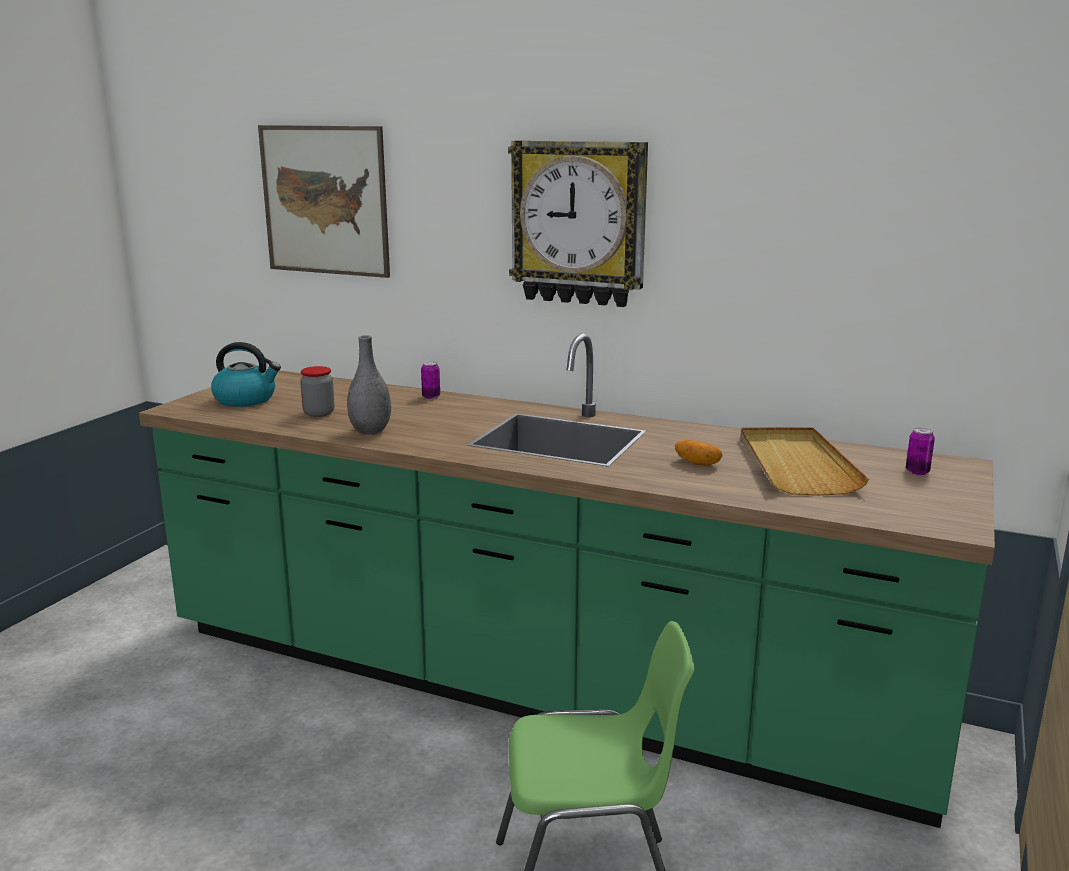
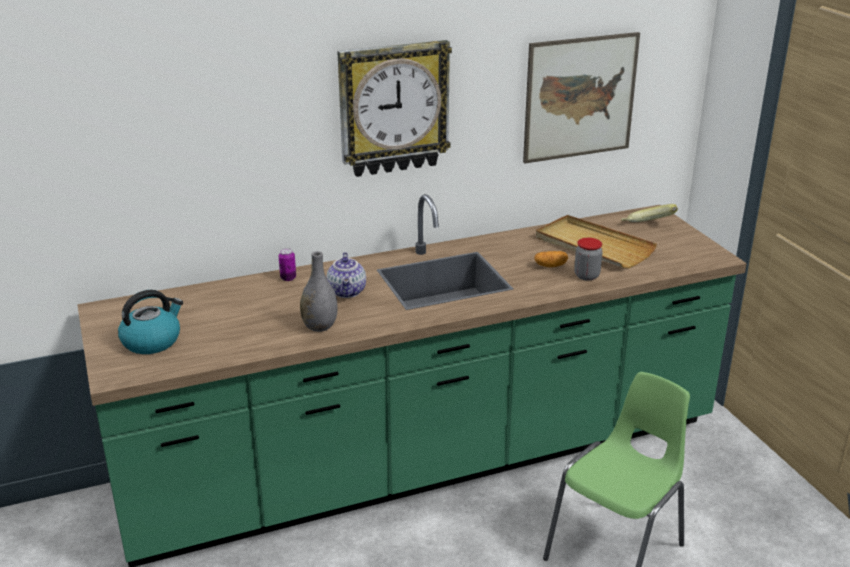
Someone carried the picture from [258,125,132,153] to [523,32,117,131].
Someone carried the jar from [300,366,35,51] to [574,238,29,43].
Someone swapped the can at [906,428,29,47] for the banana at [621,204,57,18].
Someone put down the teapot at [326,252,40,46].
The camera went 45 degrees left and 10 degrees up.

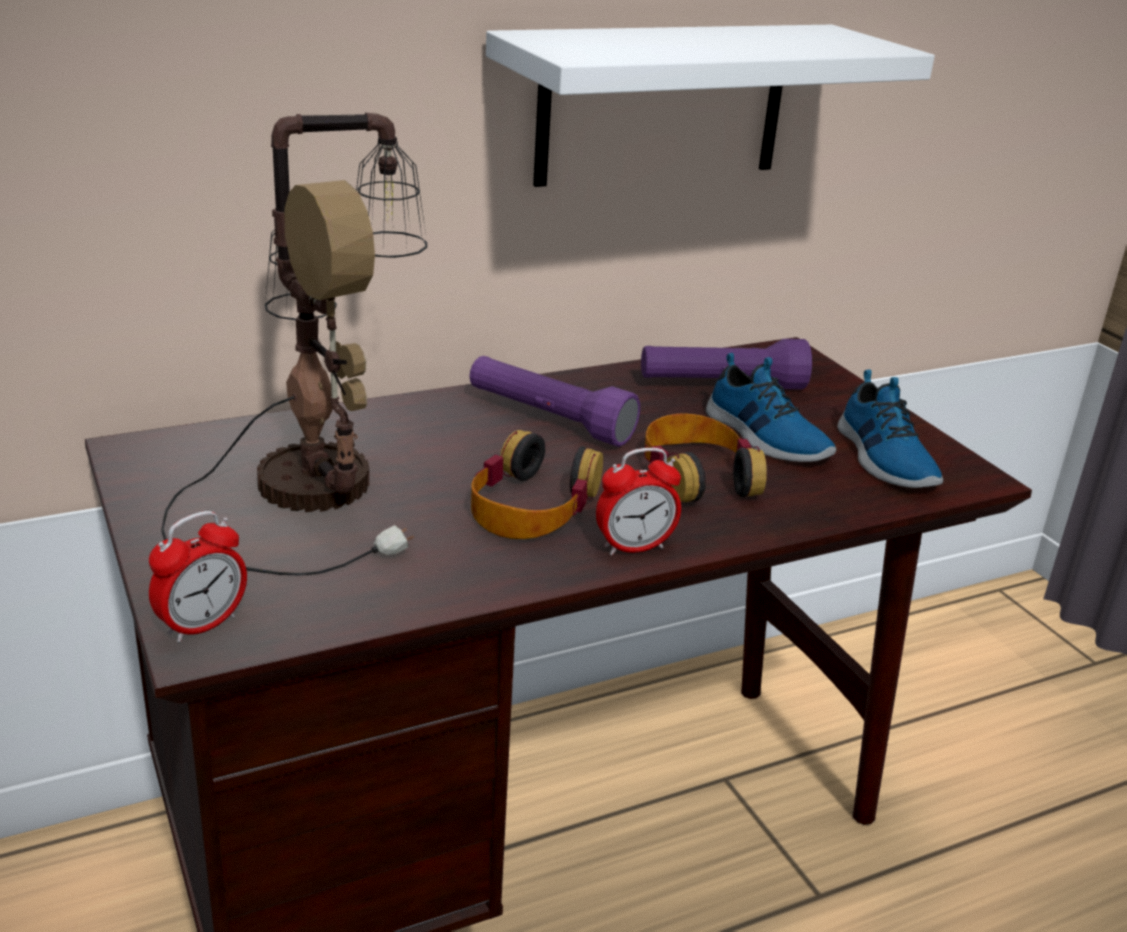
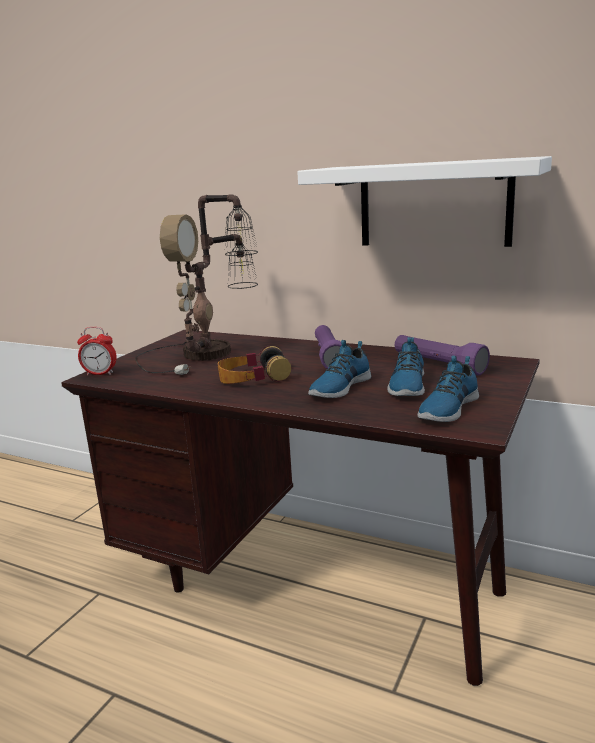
Someone took away the alarm clock at [596,448,85,108].
Someone swapped the headphones at [644,414,123,88] for the shoe at [308,340,63,58].
The camera went 55 degrees right and 10 degrees down.

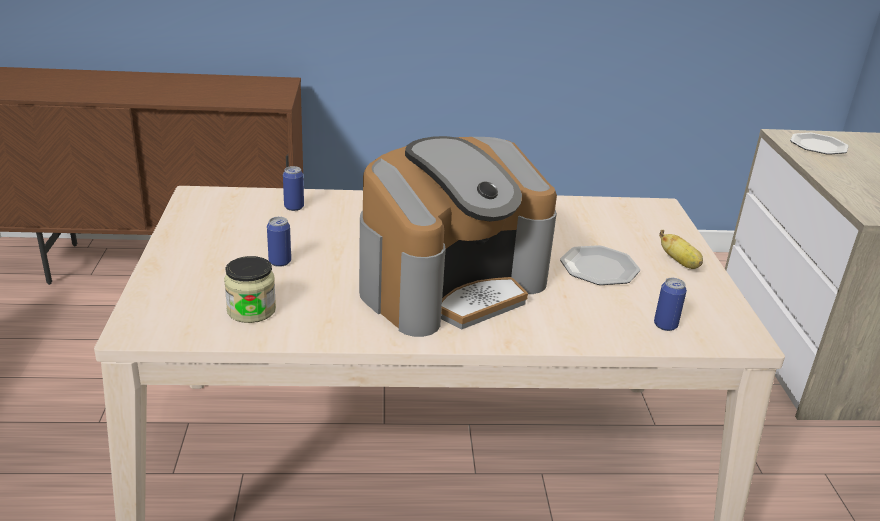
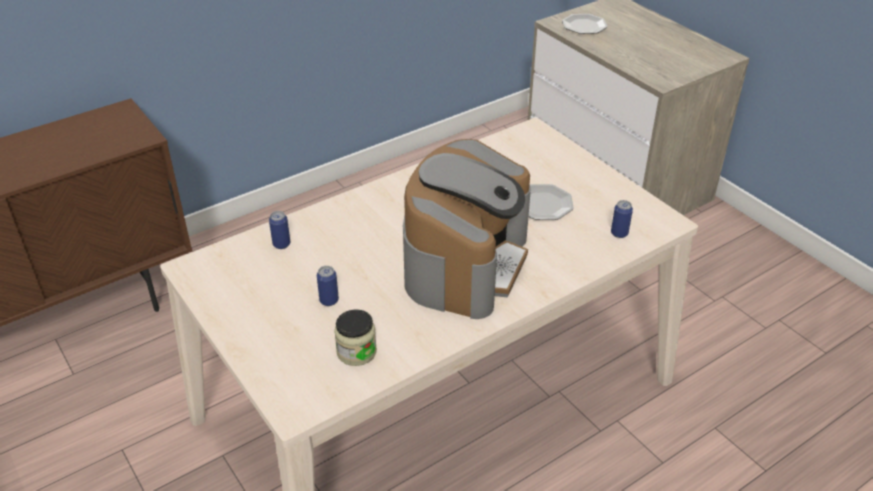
Someone took away the banana at [659,230,44,39].
The camera went 30 degrees left and 10 degrees up.

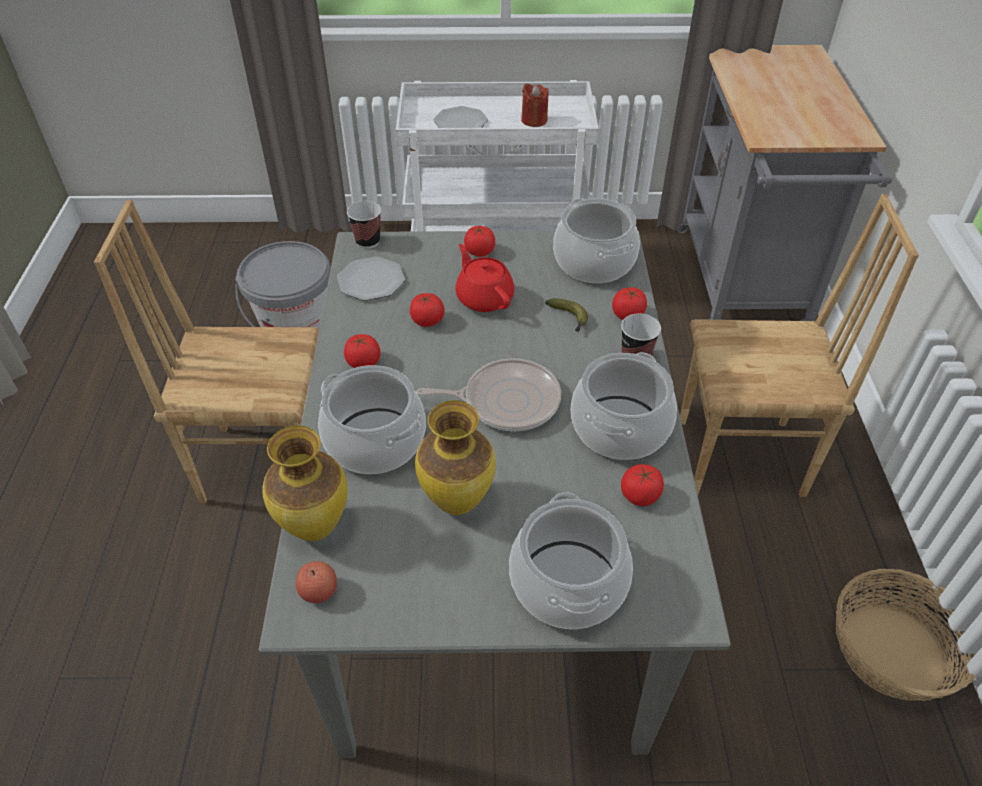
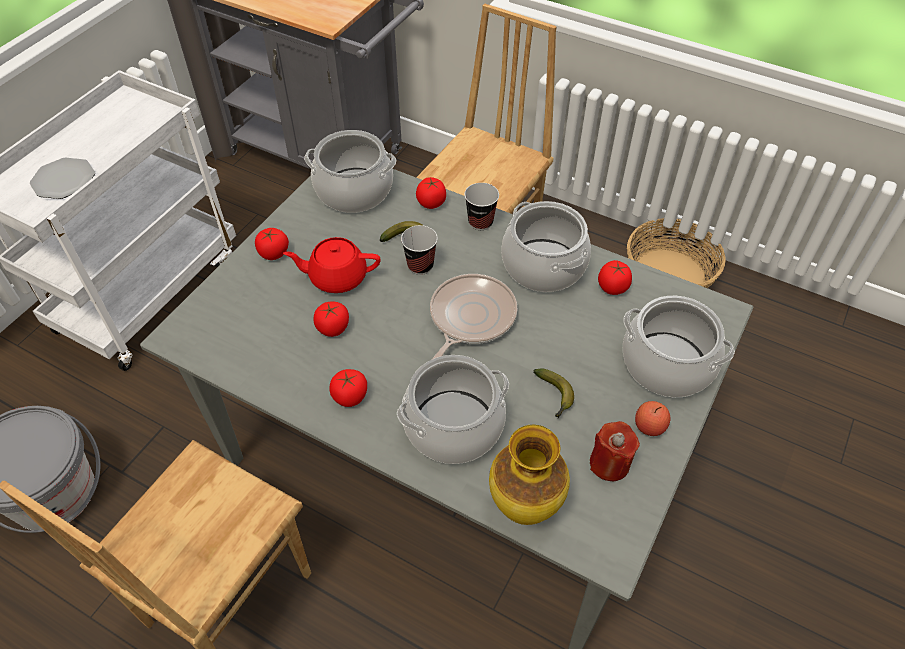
Someone carried the apple from [296,561,41,42] to [635,401,35,35].
Someone took away the plate at [337,257,68,44].
Someone carried the cup from [347,201,34,48] to [401,225,37,50].
Someone swapped the vase at [415,400,81,115] for the banana at [534,369,40,49].
Someone carried the red candle from [521,83,28,44] to [590,421,50,60].
The camera went 60 degrees left and 5 degrees up.

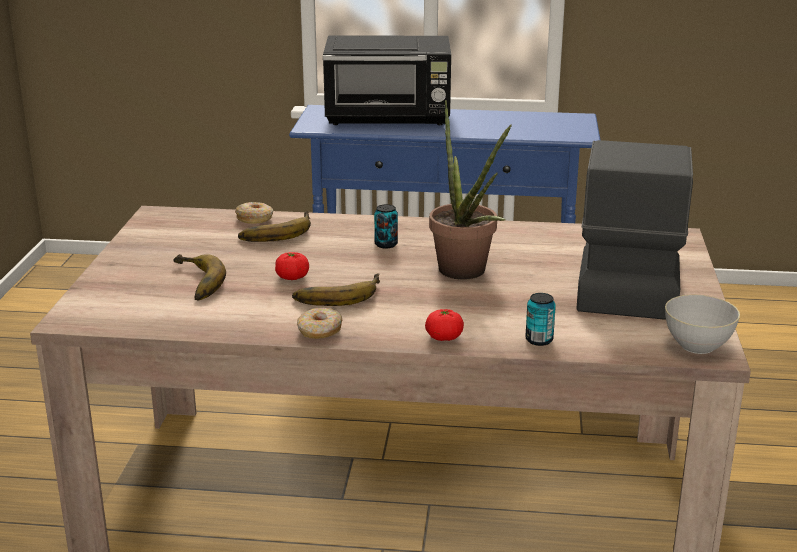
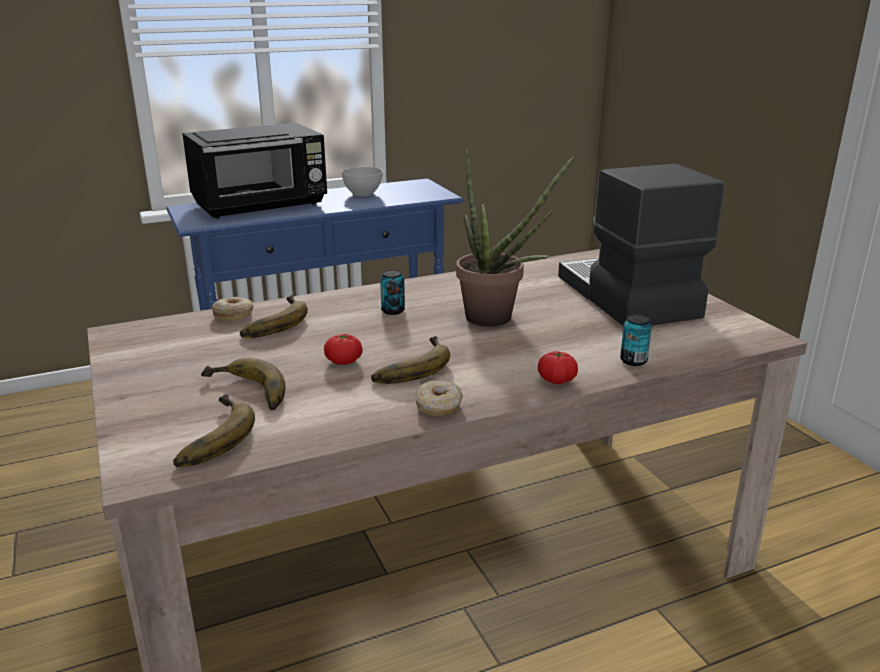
Someone carried the grey bowl from [665,295,75,59] to [341,167,42,30].
Someone put down the banana at [173,394,82,73].
The camera went 30 degrees left and 0 degrees up.

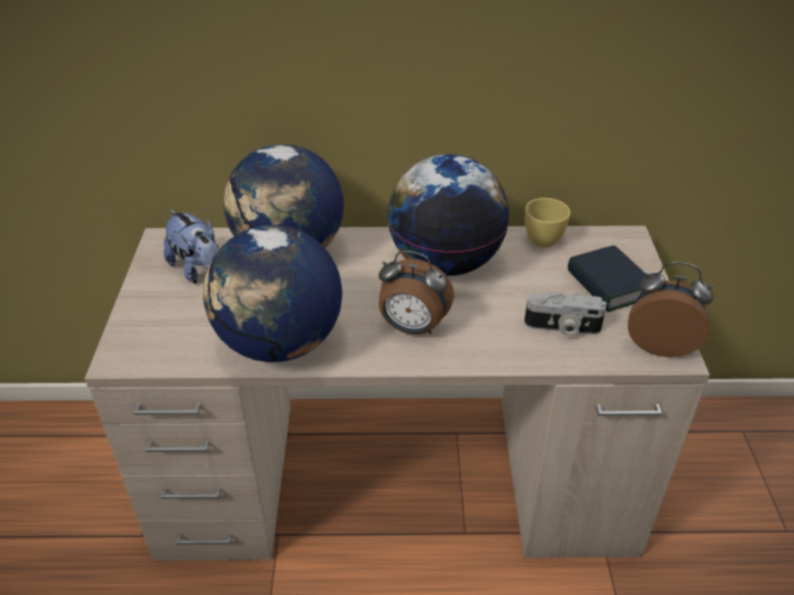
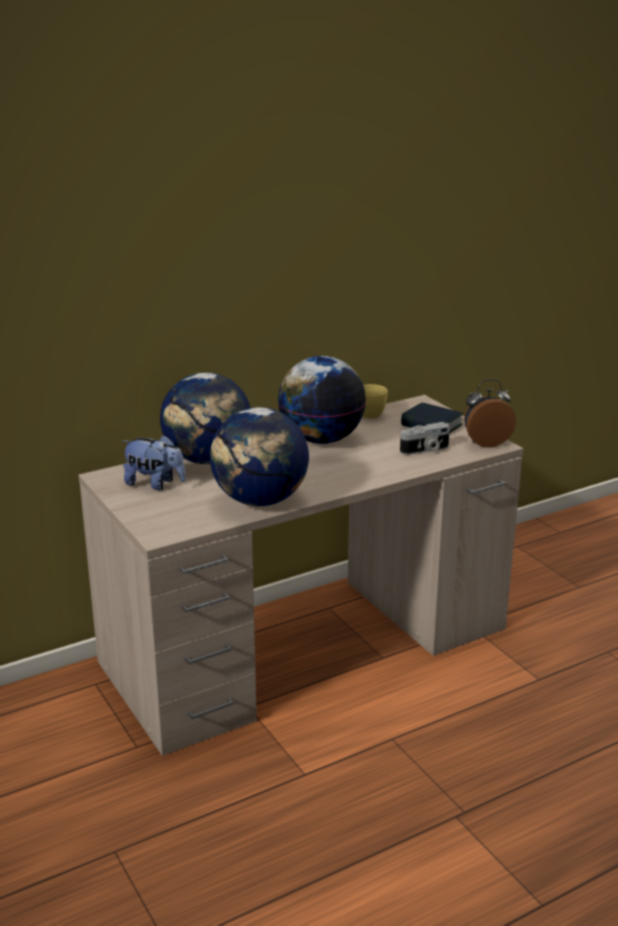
Someone took away the alarm clock at [378,250,76,85].
The camera went 30 degrees left and 15 degrees down.

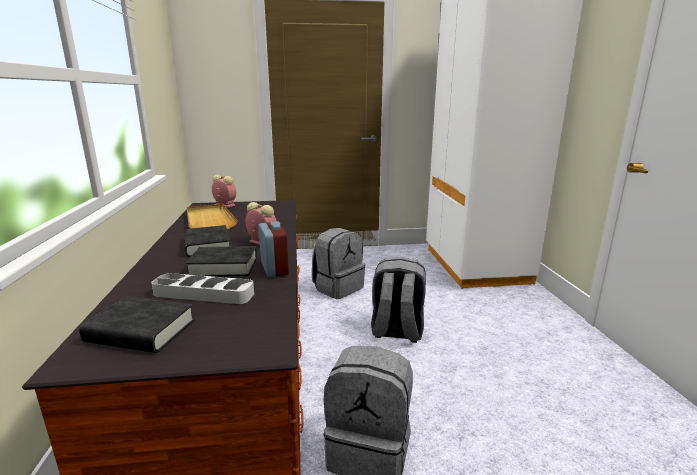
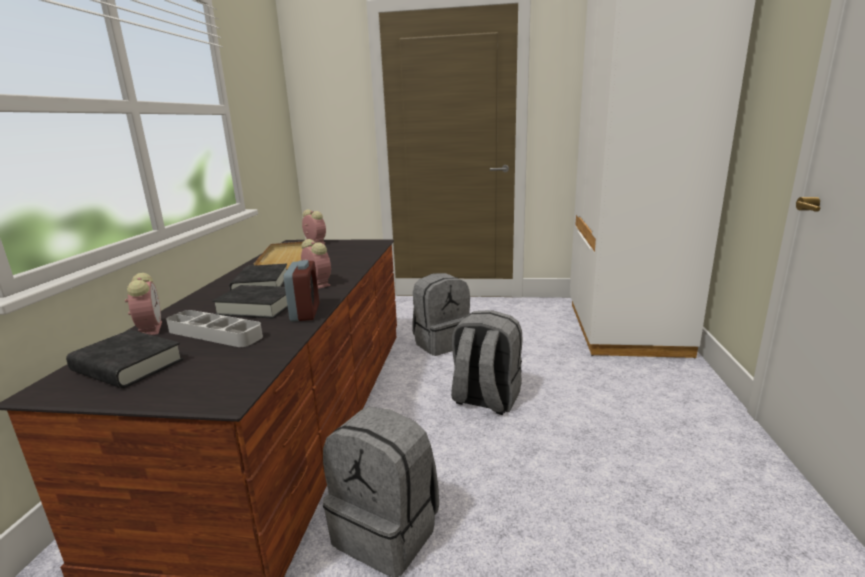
Someone put down the alarm clock at [125,273,37,62].
The camera went 15 degrees right and 0 degrees up.

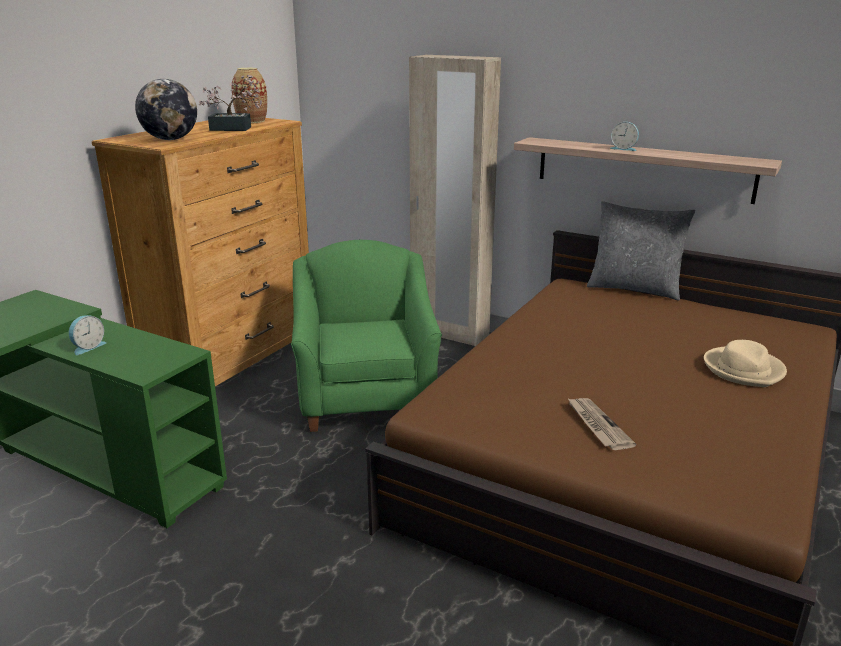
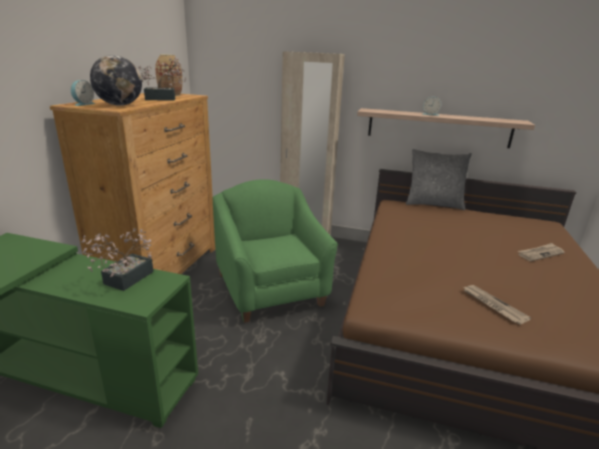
Someone carried the alarm clock from [69,315,37,40] to [71,80,24,26].
Someone swapped the beige hat at [704,340,83,47] for the newspaper at [518,243,47,18].
Someone put down the potted plant at [82,228,72,63].
The camera went 15 degrees left and 0 degrees up.

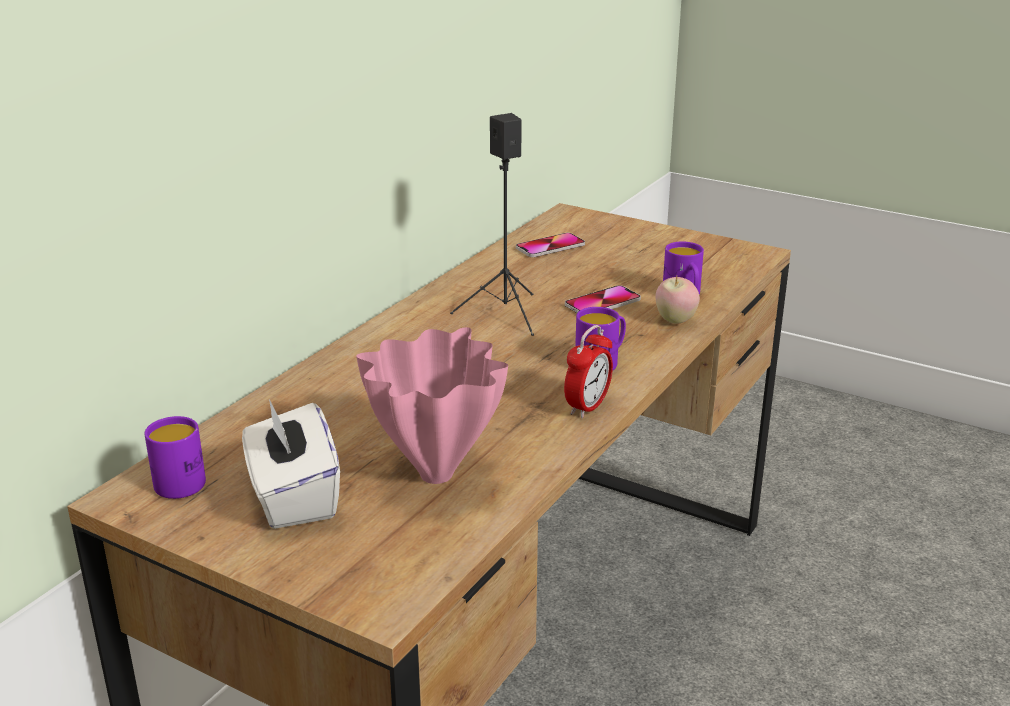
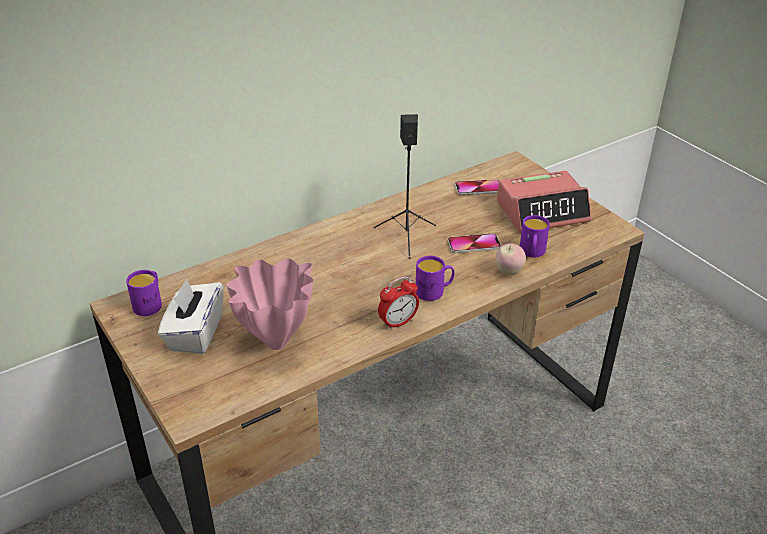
Someone put down the alarm clock at [497,171,94,62].
The camera went 25 degrees right and 10 degrees up.

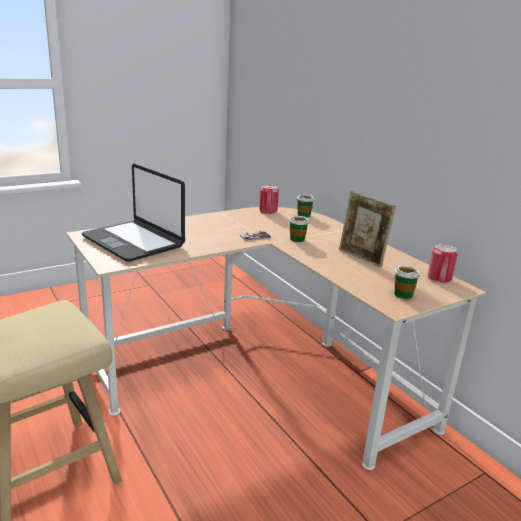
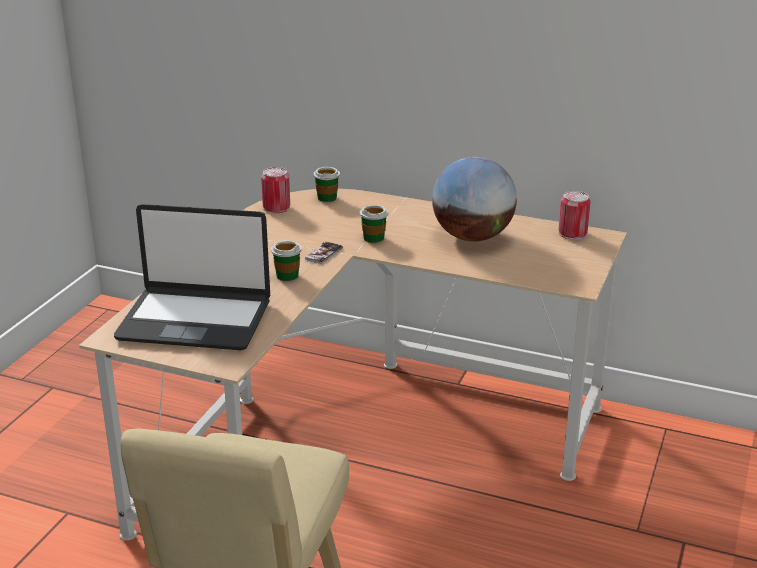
Someone swapped the picture frame at [339,191,57,77] for the globe at [432,157,85,84].
Someone carried the cup from [394,265,26,34] to [271,240,31,41].
The camera went 35 degrees left and 5 degrees up.

